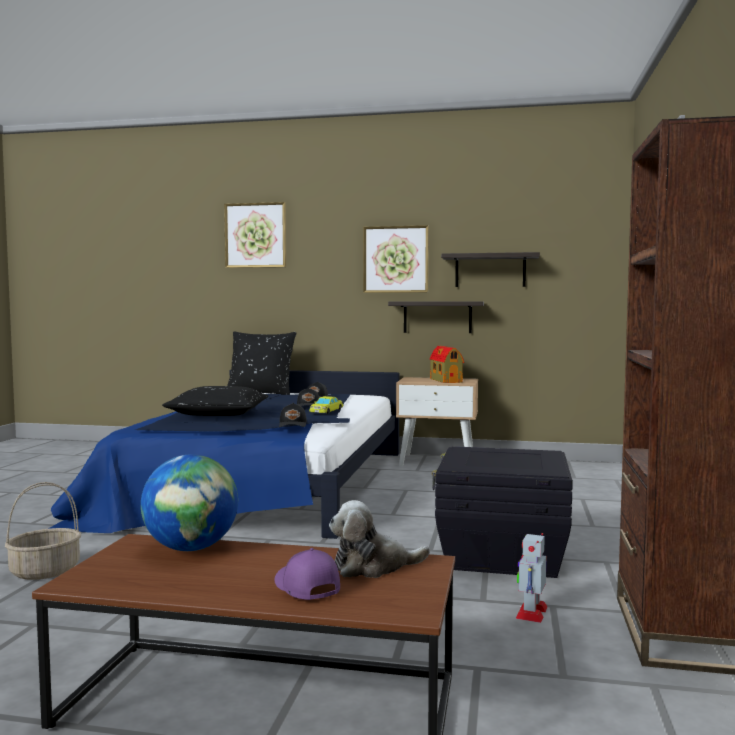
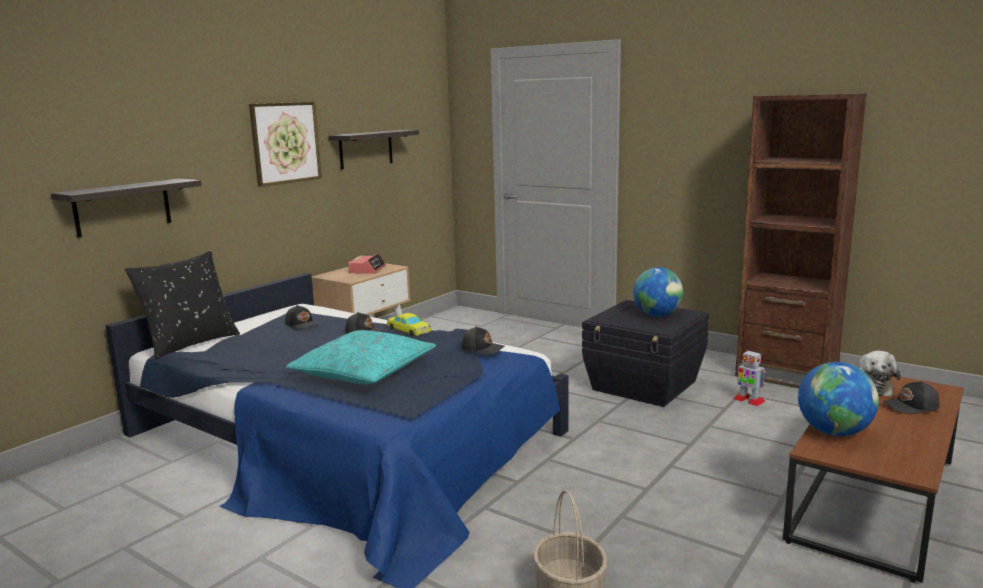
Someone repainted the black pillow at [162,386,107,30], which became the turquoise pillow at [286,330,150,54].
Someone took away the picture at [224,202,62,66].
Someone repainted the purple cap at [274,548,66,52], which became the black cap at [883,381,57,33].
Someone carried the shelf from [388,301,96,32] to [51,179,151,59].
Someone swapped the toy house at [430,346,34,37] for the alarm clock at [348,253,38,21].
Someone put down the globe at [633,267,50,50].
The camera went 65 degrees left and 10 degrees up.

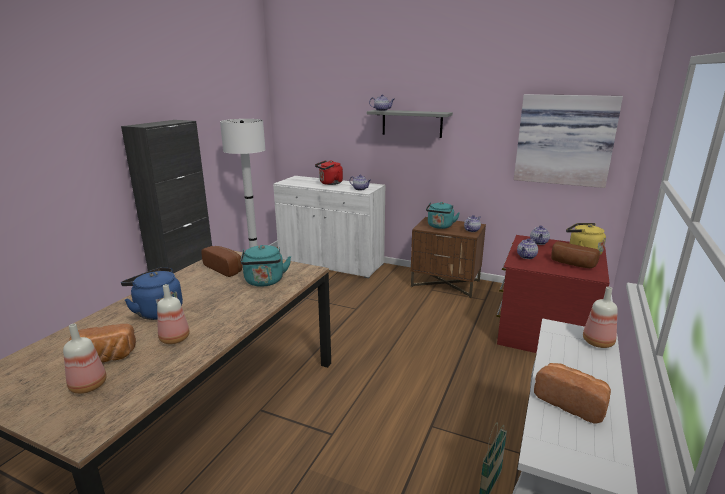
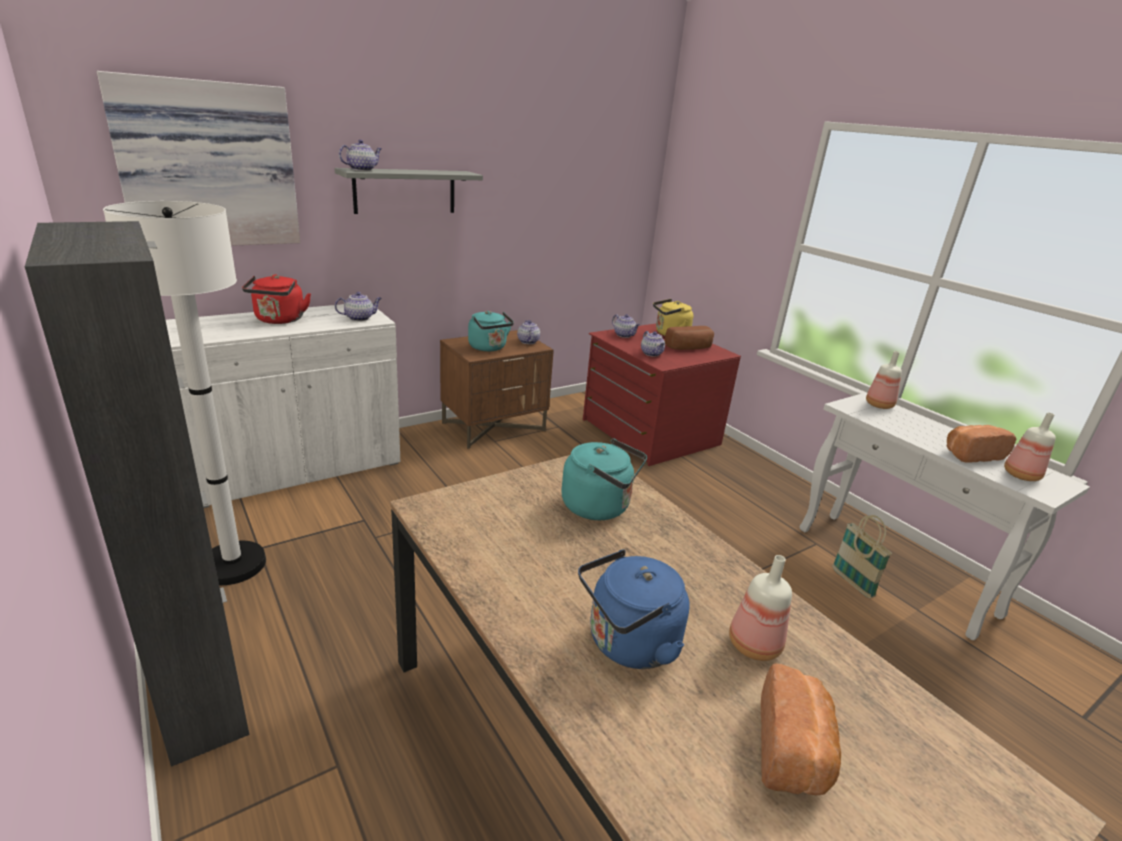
Someone carried the bottle from [63,324,44,70] to [1004,412,52,69].
Someone took away the bread at [202,246,41,31].
Someone carried the picture from [514,94,109,94] to [97,71,203,175].
The camera went 60 degrees left and 5 degrees up.

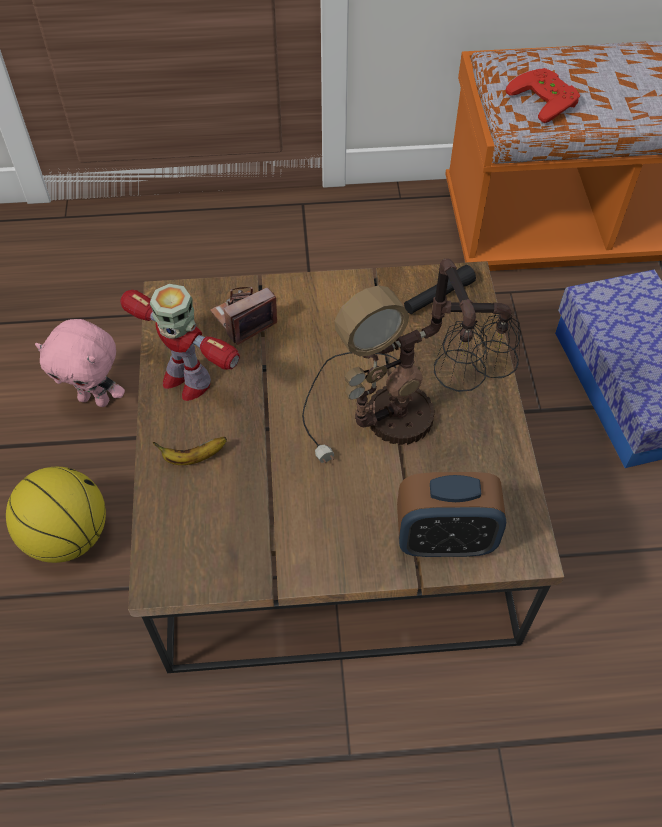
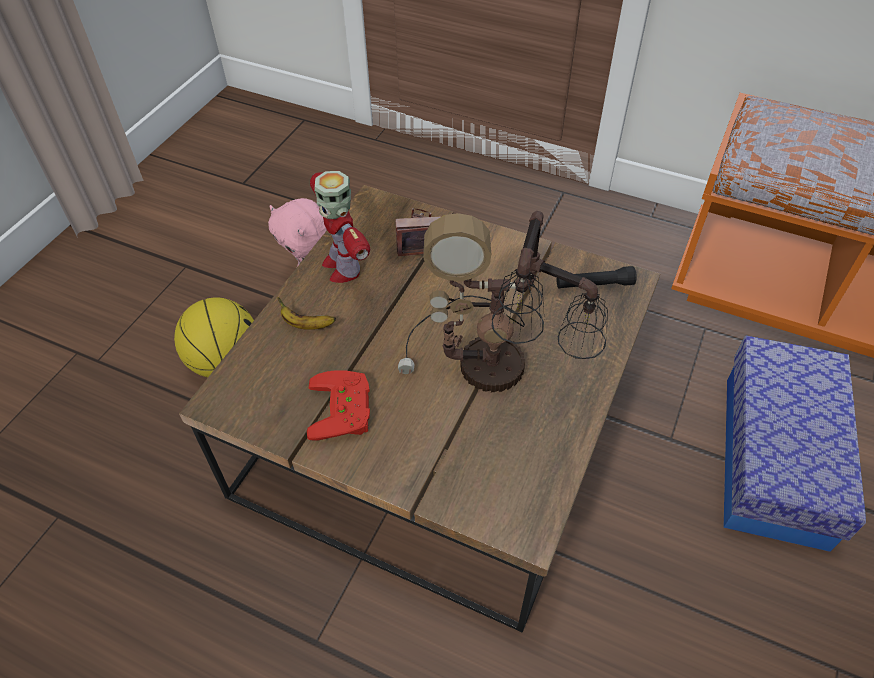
Someone took away the alarm clock at [397,472,109,85].
Someone carried the red game controller from [505,68,75,55] to [307,370,63,71].
The camera went 30 degrees right and 5 degrees down.

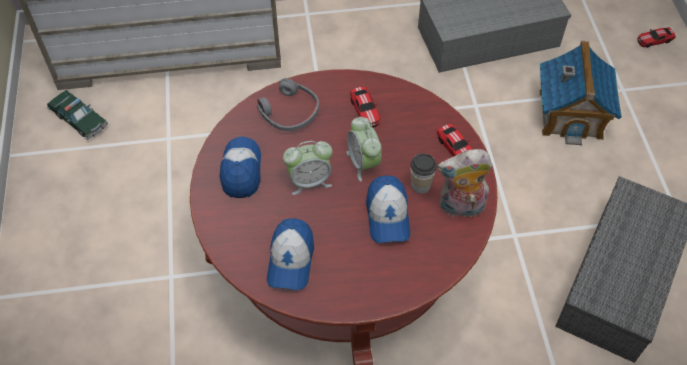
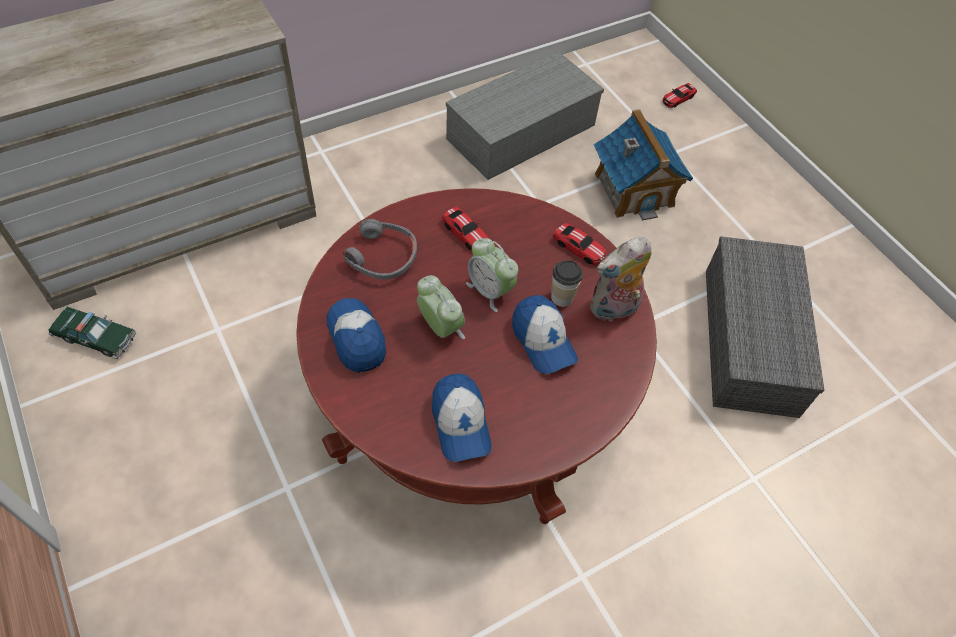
Someone rotated the alarm clock at [283,141,50,54] by 90 degrees counterclockwise.
The camera went 25 degrees left and 0 degrees up.

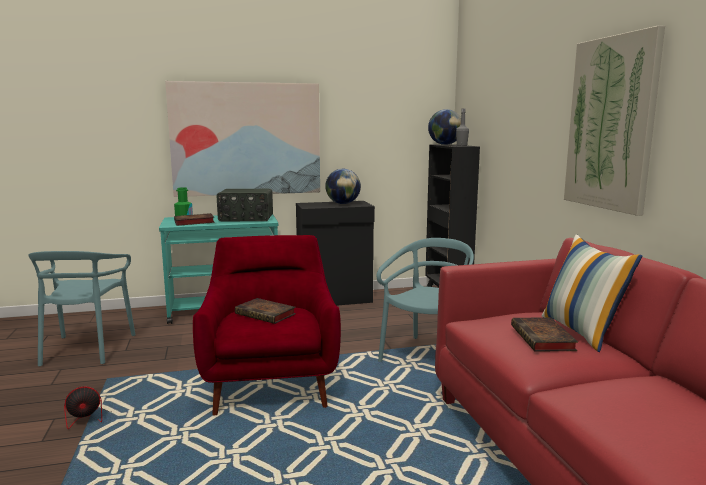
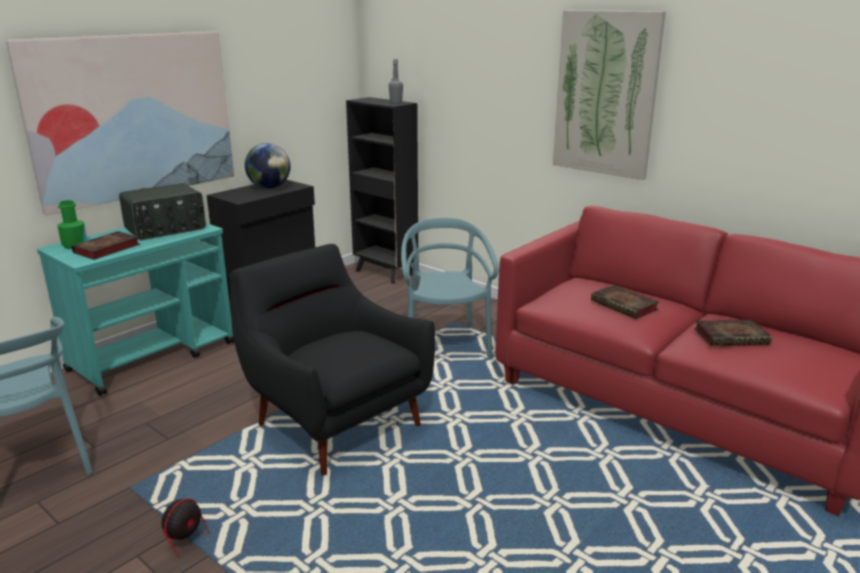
Someone repainted the red armchair at [193,235,148,181], which became the black armchair at [229,244,206,232].
Someone carried the book from [235,298,61,26] to [694,320,78,26].
Someone took away the globe at [428,109,33,36].
Someone took away the pillow at [542,234,100,118].
The camera went 35 degrees left and 10 degrees up.

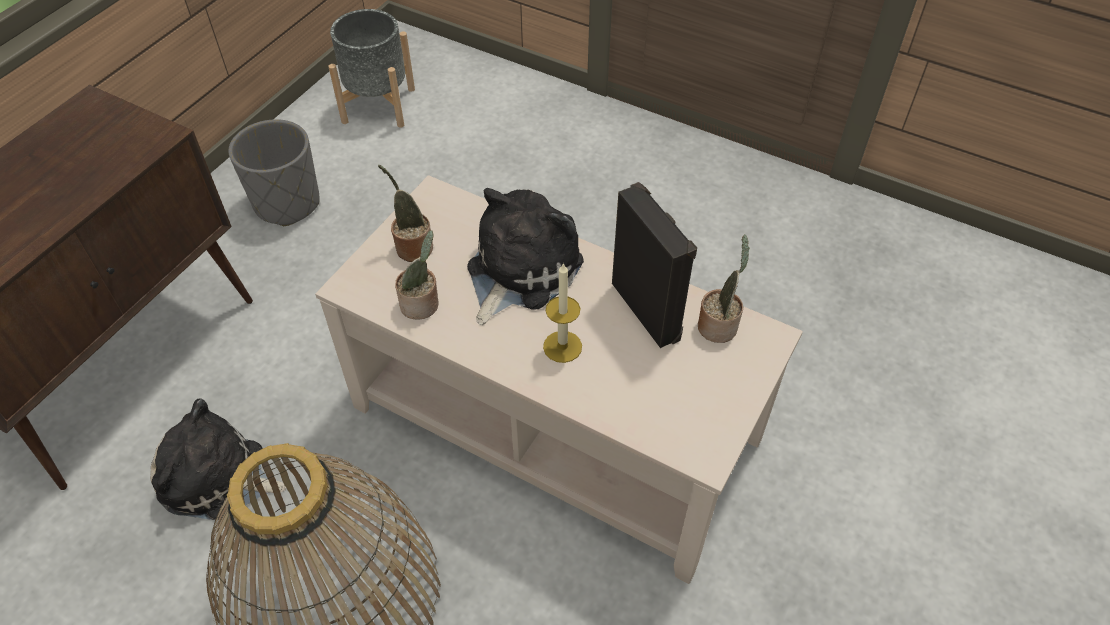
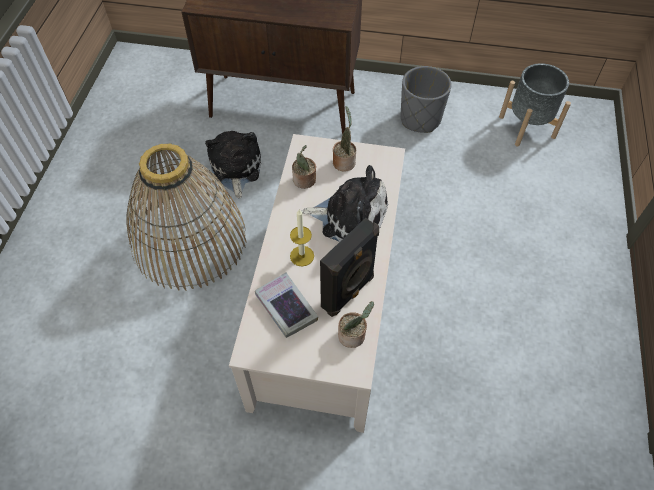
Someone put down the book at [255,273,63,65].
The camera went 70 degrees right and 5 degrees up.

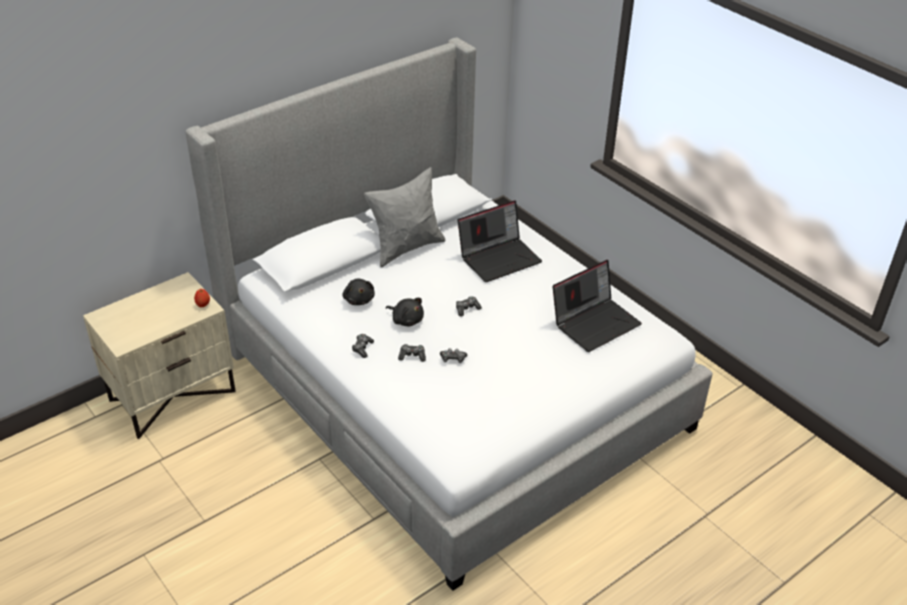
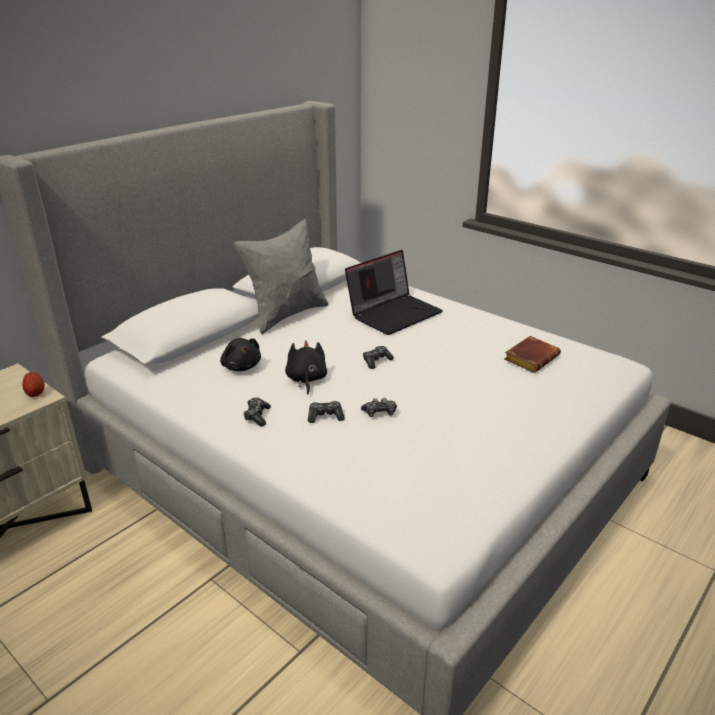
Someone rotated the black plush toy at [386,298,38,28] by 120 degrees counterclockwise.
Someone swapped the laptop at [552,260,90,92] for the brown book at [504,336,57,37].
The camera went 10 degrees left and 10 degrees down.

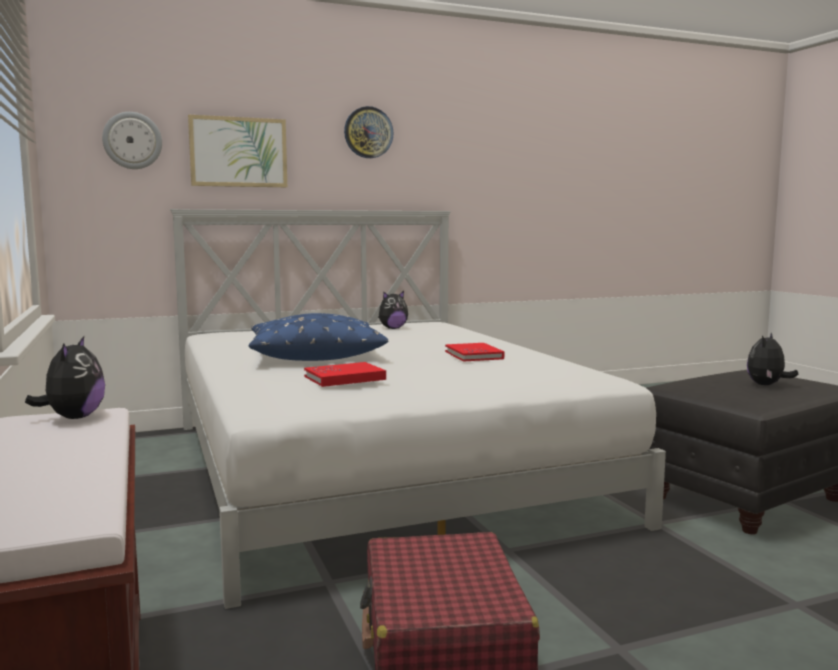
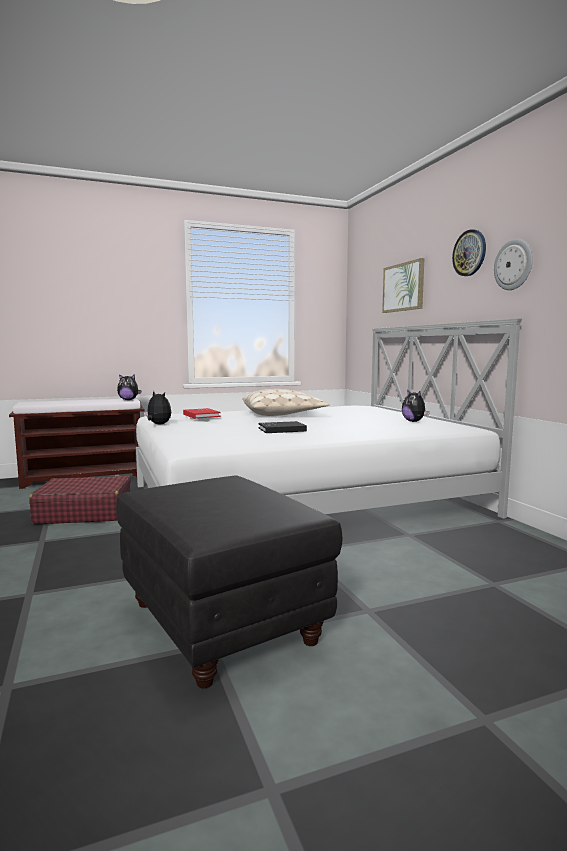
Someone carried the wall clock from [102,112,60,57] to [494,239,39,51].
Someone repainted the blue pillow at [249,313,139,48], which became the beige pillow at [242,389,88,27].
Someone repainted the red book at [445,343,59,19], which became the black book at [259,421,48,12].
Someone carried the plush toy from [747,333,51,52] to [144,391,27,34].
The camera went 90 degrees right and 0 degrees up.

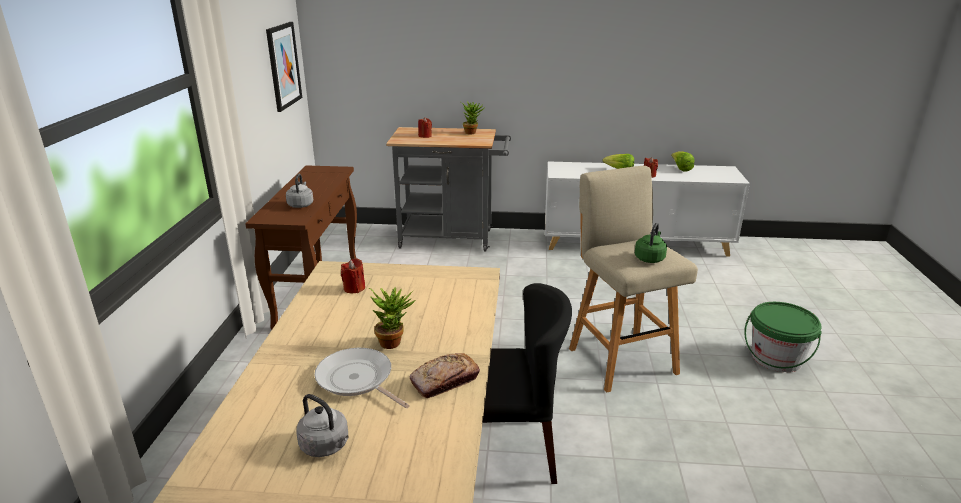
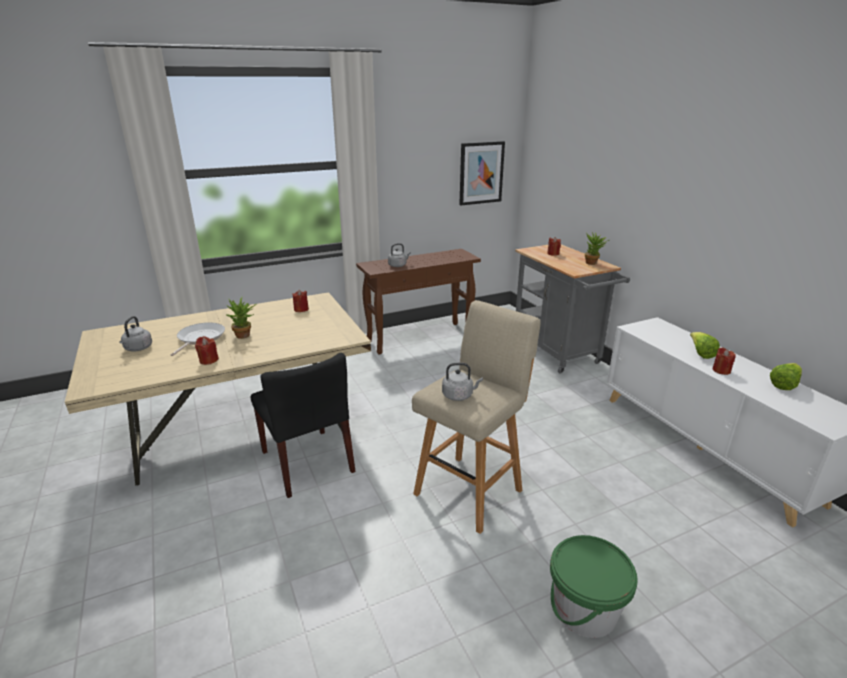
Someone swapped the bread at [409,353,71,45] for the red candle at [195,336,24,29].
Someone repainted the green kettle at [635,223,32,40], which became the grey kettle at [442,363,41,38].
The camera went 60 degrees right and 0 degrees up.

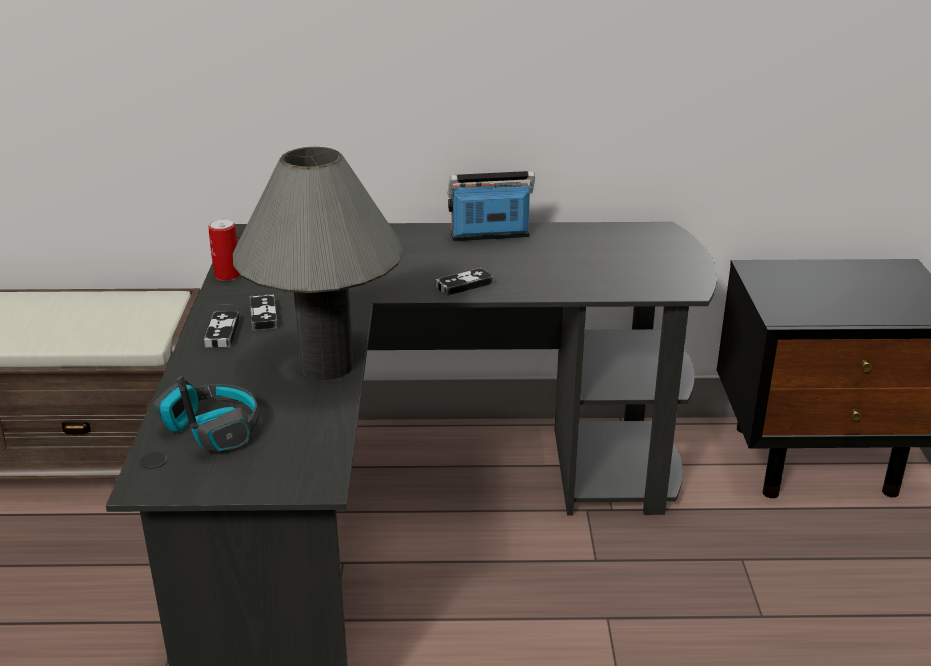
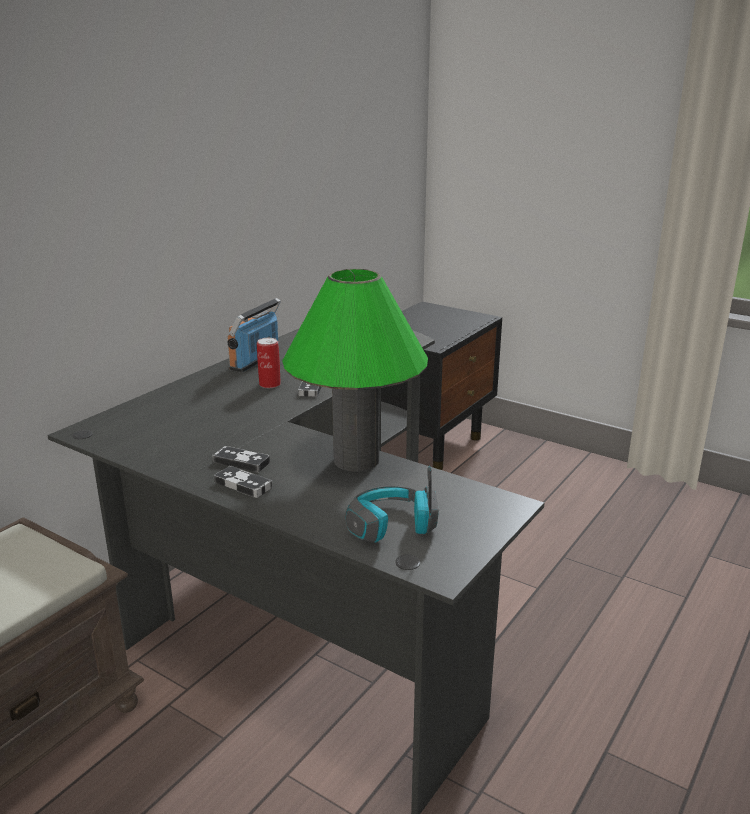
Someone carried the can from [208,219,32,62] to [257,338,24,50].
Someone repainted the grey table lamp at [233,147,170,233], which became the green table lamp at [282,269,146,203].
The camera went 55 degrees left and 5 degrees down.

